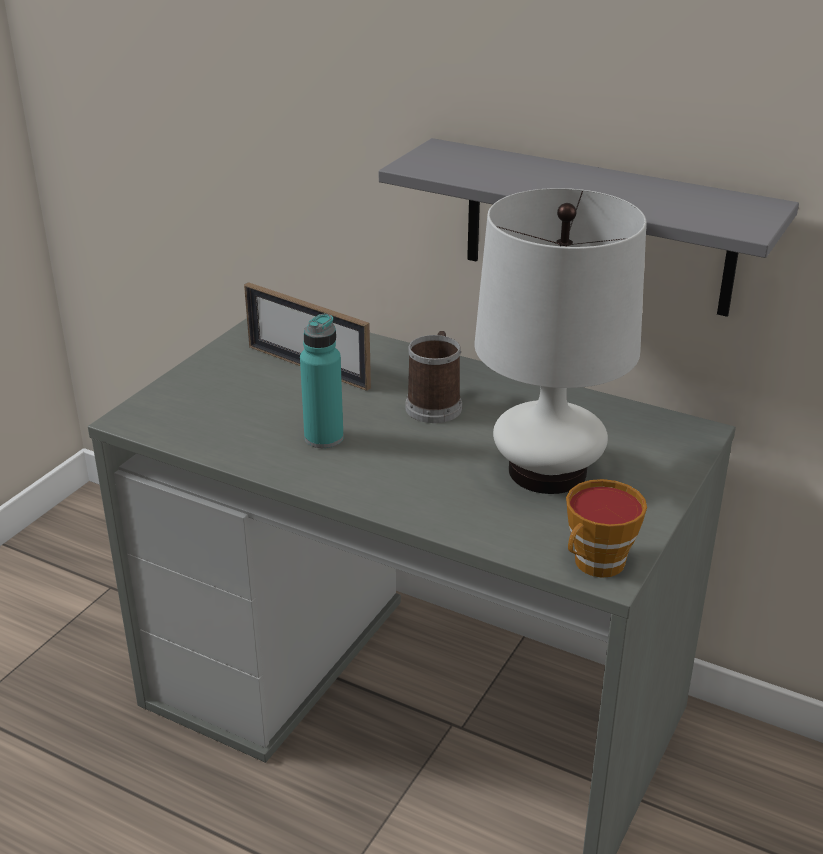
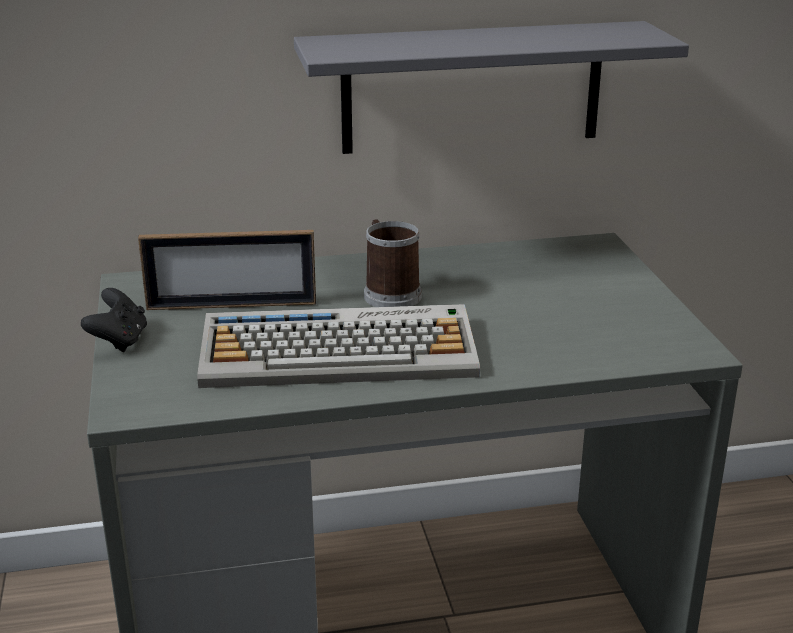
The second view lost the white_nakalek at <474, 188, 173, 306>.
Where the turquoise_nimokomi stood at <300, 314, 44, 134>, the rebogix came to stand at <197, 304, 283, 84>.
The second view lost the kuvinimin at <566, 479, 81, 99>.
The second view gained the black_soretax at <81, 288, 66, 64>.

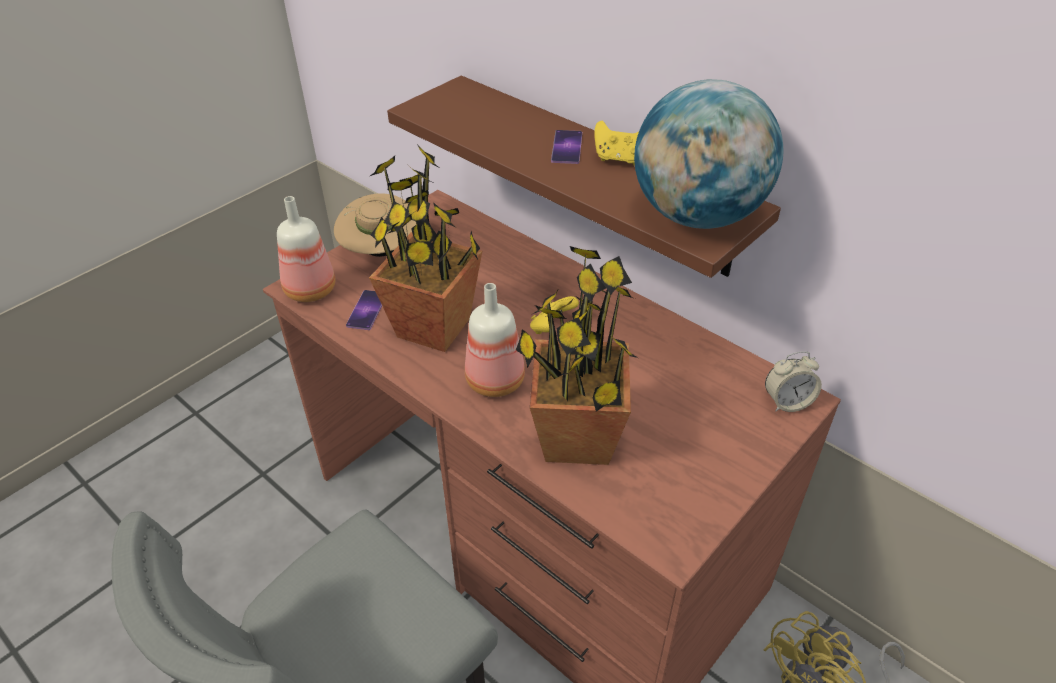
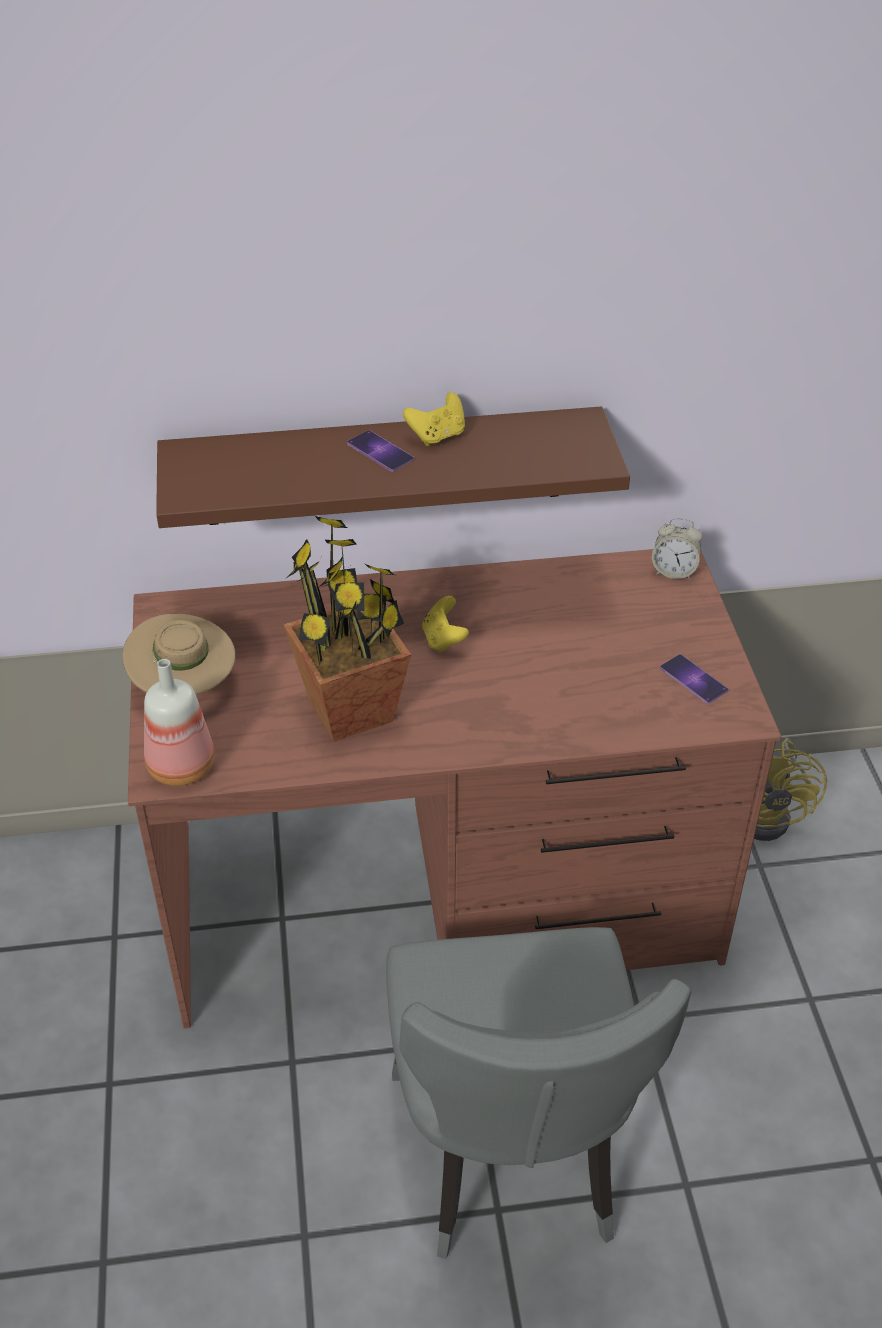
The second view lost the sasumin at <634, 79, 149, 150>.
The second view lost the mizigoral at <516, 246, 122, 219>.
The second view lost the nimokomi at <465, 283, 60, 114>.
The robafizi ended up elsewhere, having gone from <346, 290, 36, 40> to <660, 654, 69, 50>.
The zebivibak at <765, 351, 57, 61> ended up facing another way, 75 degrees clockwise from before.

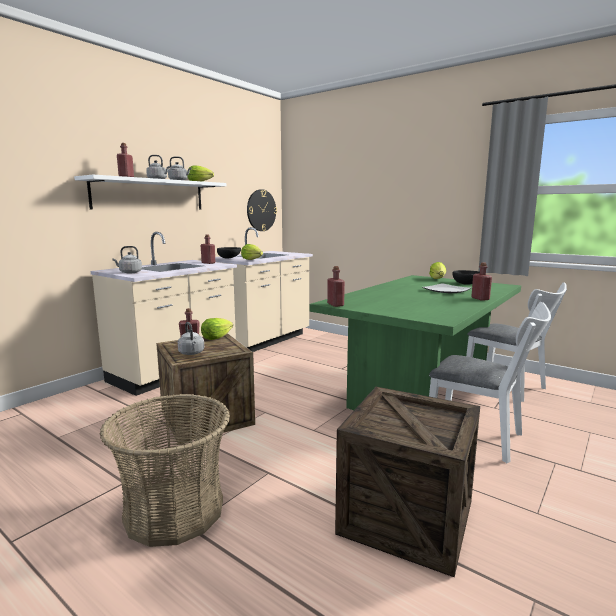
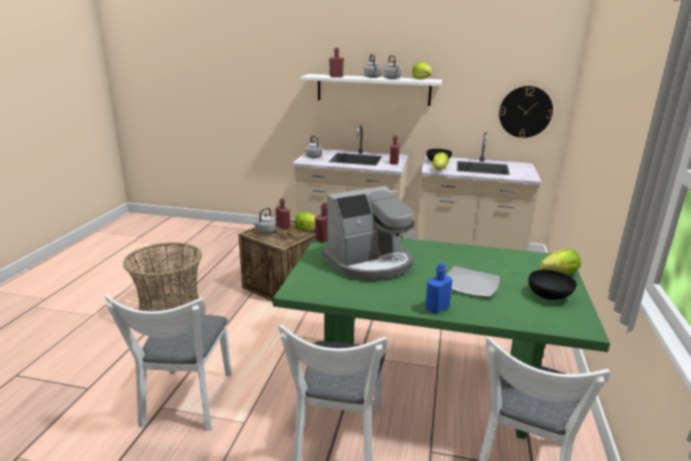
What was the red_nimokomi at <471, 262, 21, 39> turned into the blue_nimokomi at <425, 263, 28, 51>.
Where the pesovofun stood at <335, 387, 145, 190>, the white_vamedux came to stand at <104, 295, 128, 136>.
The second view gained the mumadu at <322, 186, 92, 94>.

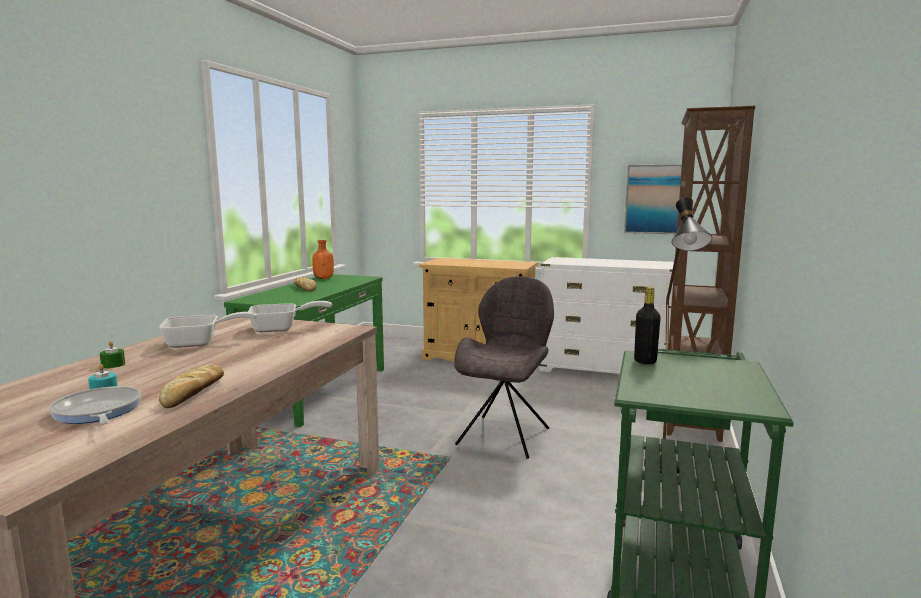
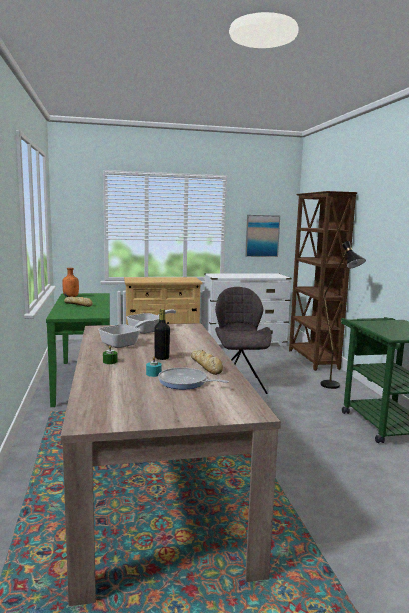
The black_nimokomi ended up elsewhere, having gone from <634, 287, 27, 77> to <154, 309, 16, 51>.

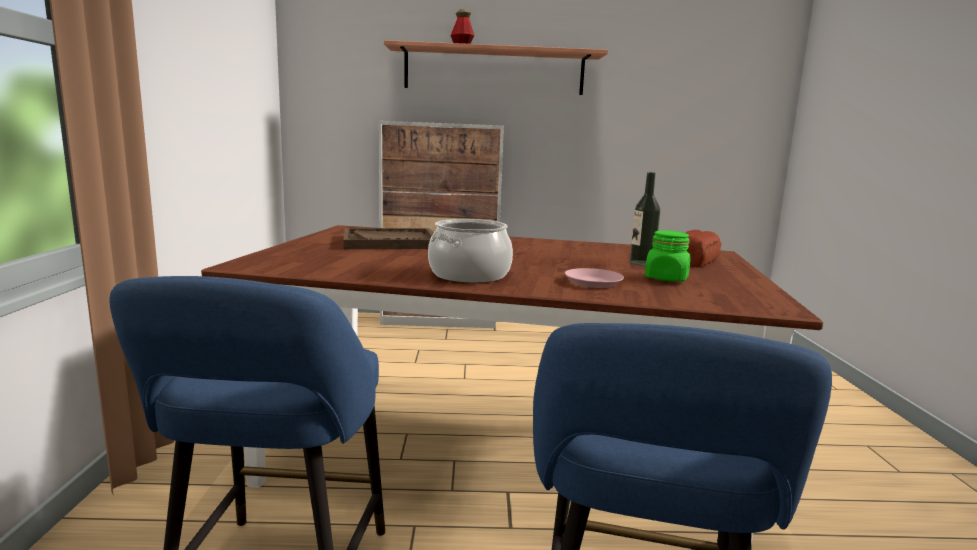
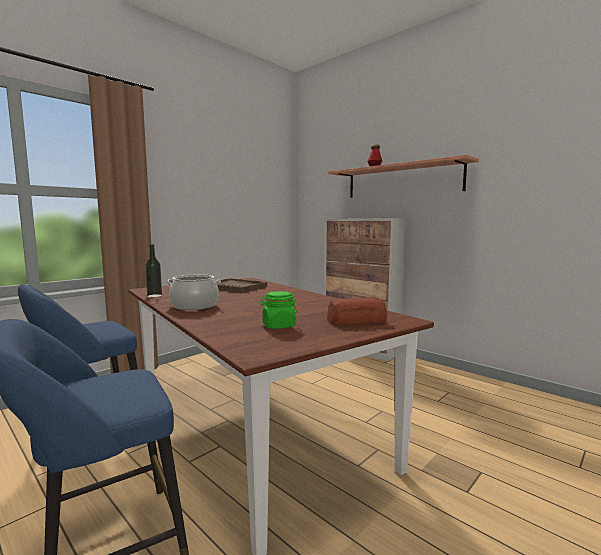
The nimokomi ended up elsewhere, having gone from <630, 172, 30, 94> to <145, 244, 17, 53>.
The second view lost the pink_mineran at <565, 268, 59, 20>.

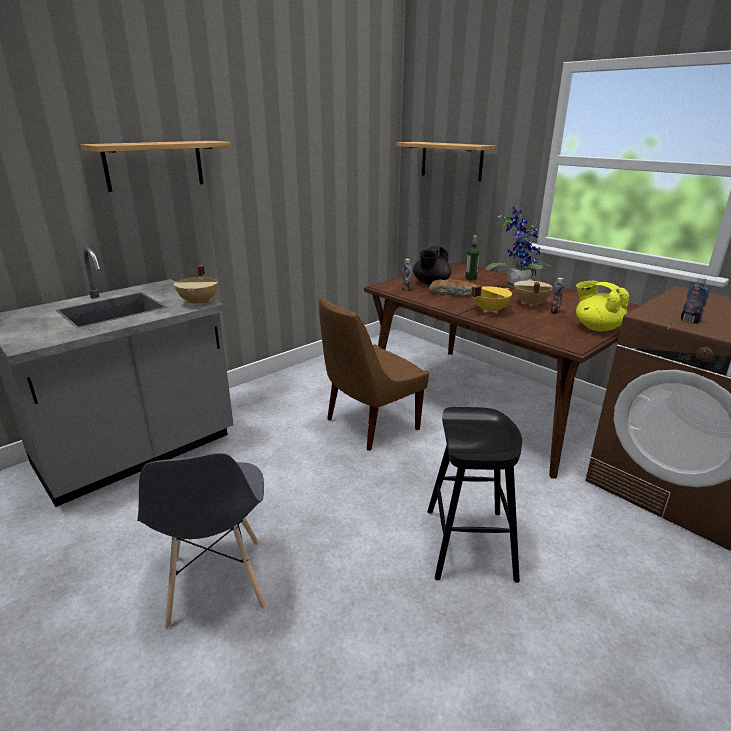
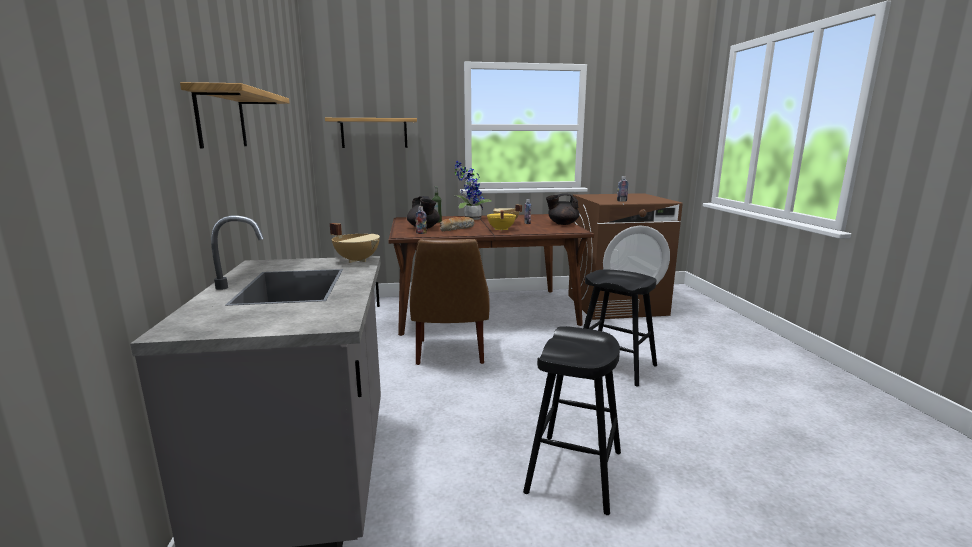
What was the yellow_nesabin at <576, 281, 53, 51> turned into the black_nesabin at <546, 194, 34, 31>.
Where the grey_vamedux stood at <137, 453, 129, 176>, the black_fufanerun came to stand at <523, 326, 98, 189>.

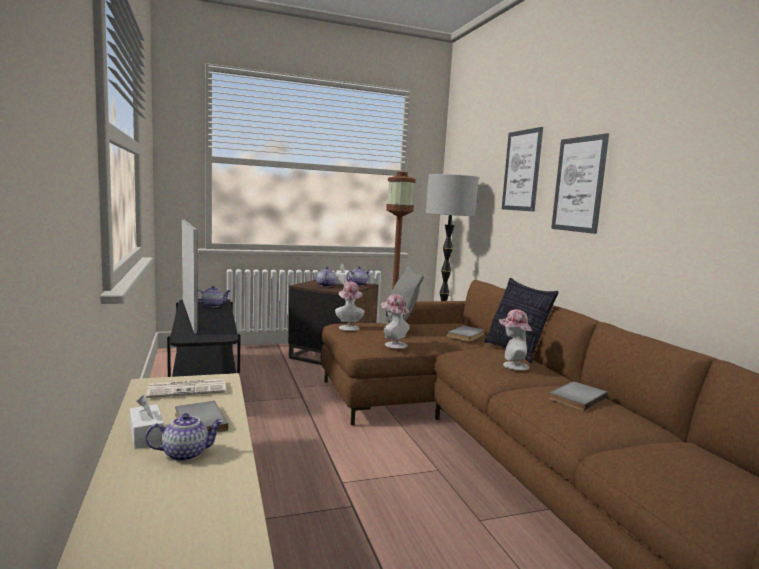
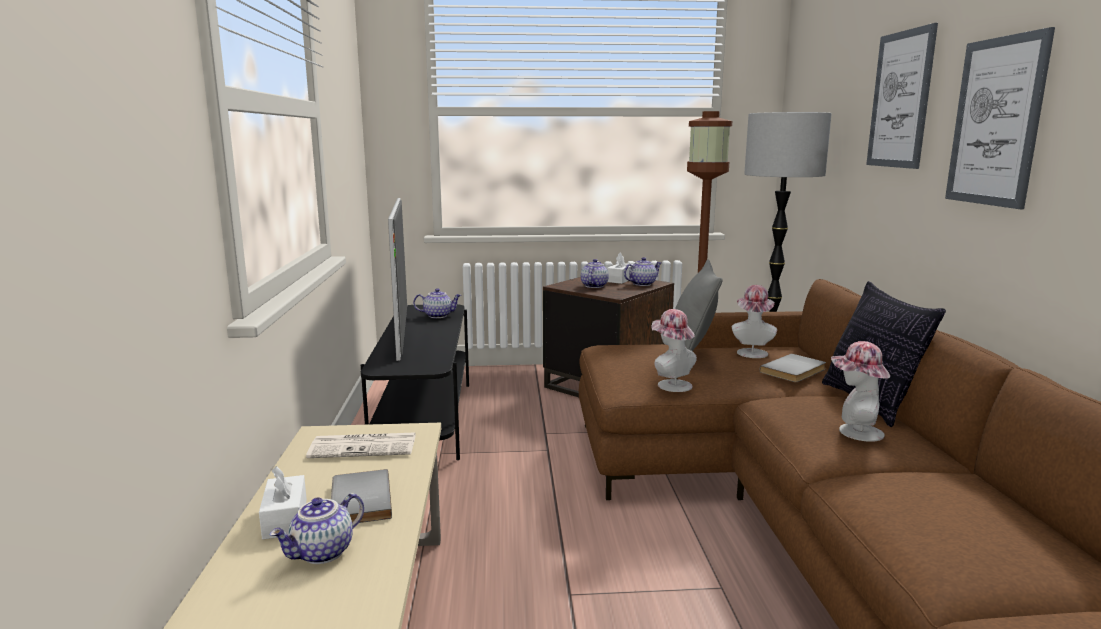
The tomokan ended up elsewhere, having gone from <335, 282, 30, 49> to <732, 285, 45, 73>.
The second view lost the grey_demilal at <549, 382, 59, 29>.
The nesabin at <145, 413, 79, 48> ended up facing another way, 135 degrees clockwise from before.

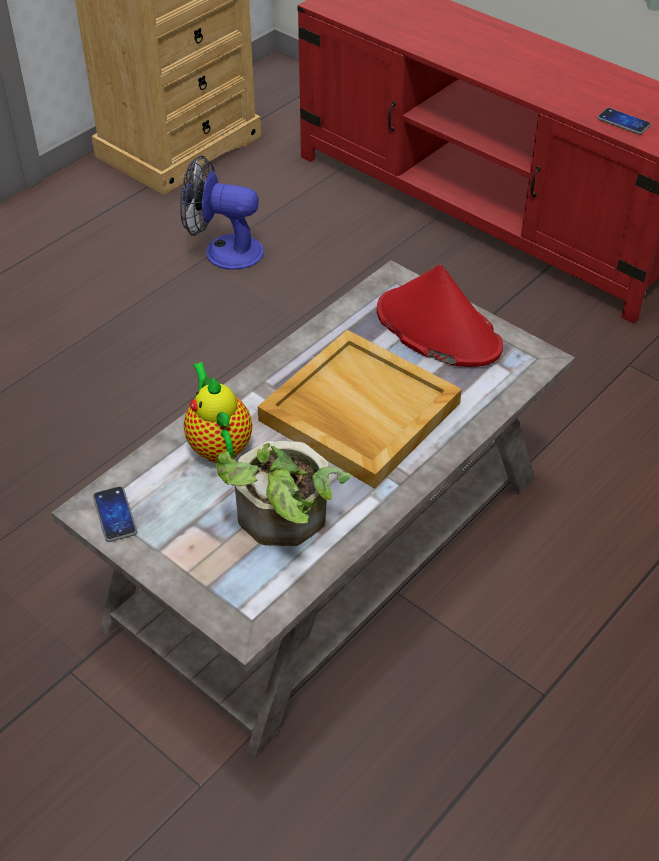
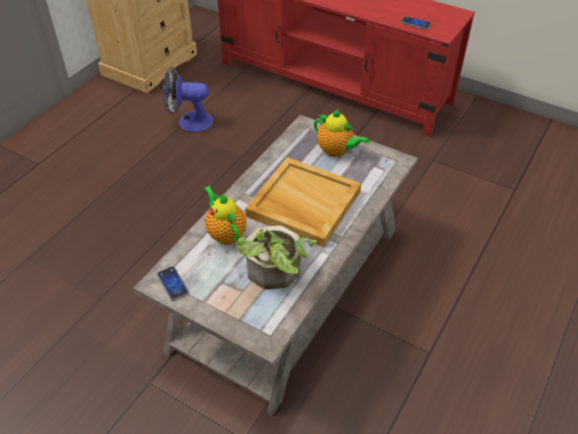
Where the red_tomokan stood at <377, 265, 126, 102>, the nesabin came to stand at <314, 110, 56, 47>.

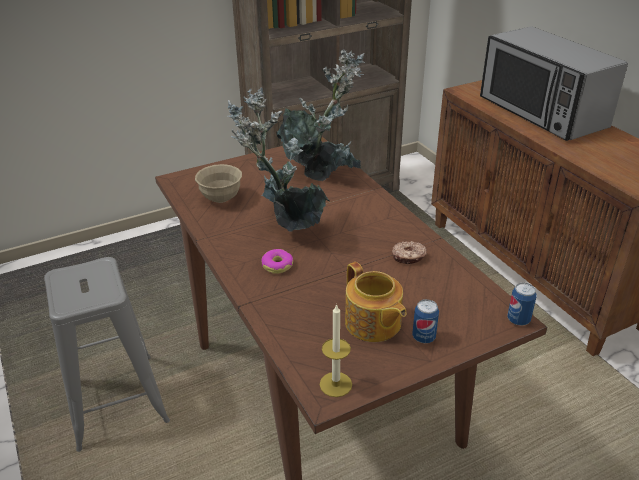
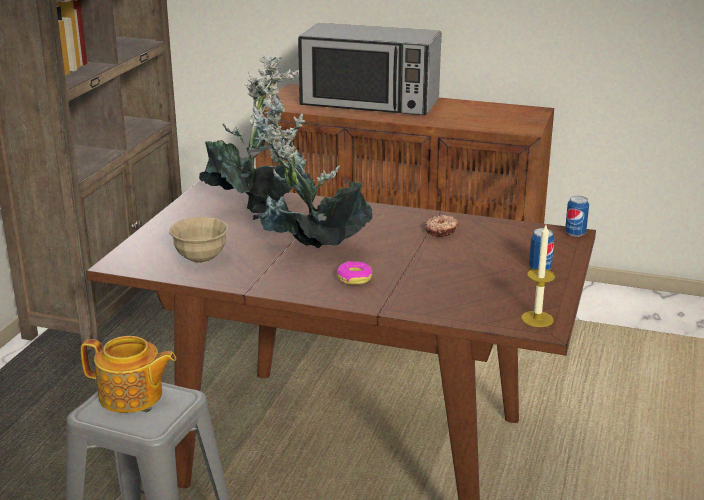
The nesabin ended up elsewhere, having gone from <345, 262, 62, 80> to <81, 336, 95, 77>.

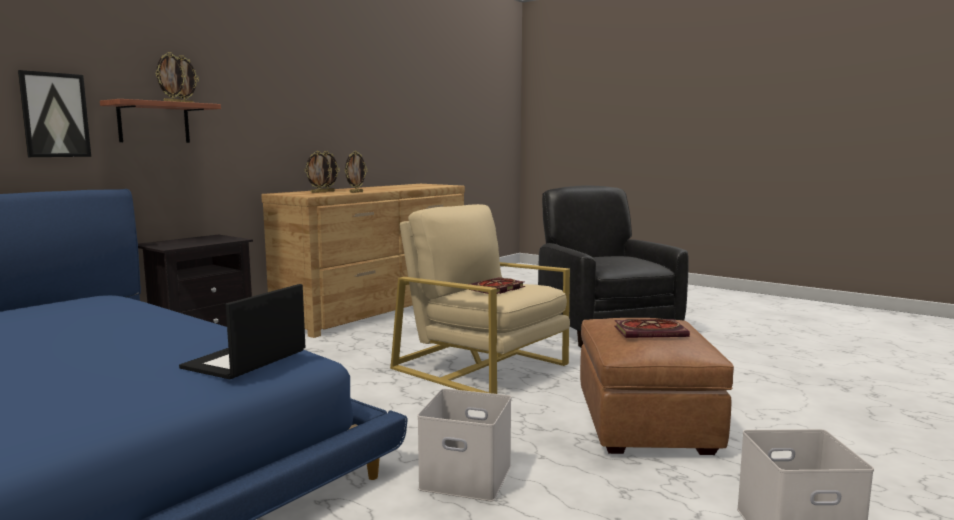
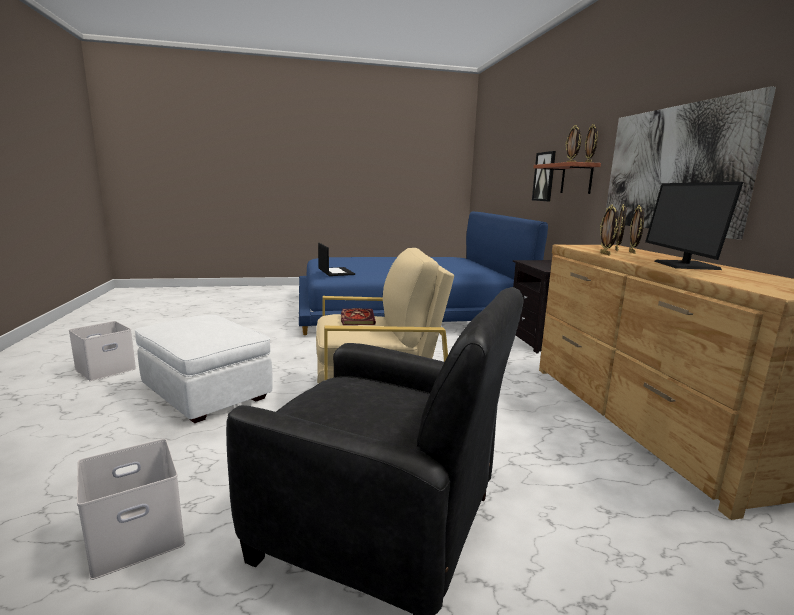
What was the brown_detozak at <580, 318, 154, 137> turned into the white_detozak at <135, 314, 138, 109>.
The second view lost the demilal at <614, 319, 76, 19>.
The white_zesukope ended up elsewhere, having gone from <417, 389, 95, 112> to <77, 439, 108, 141>.
The second view gained the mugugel at <605, 86, 171, 154>.
The second view gained the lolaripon at <645, 182, 98, 88>.

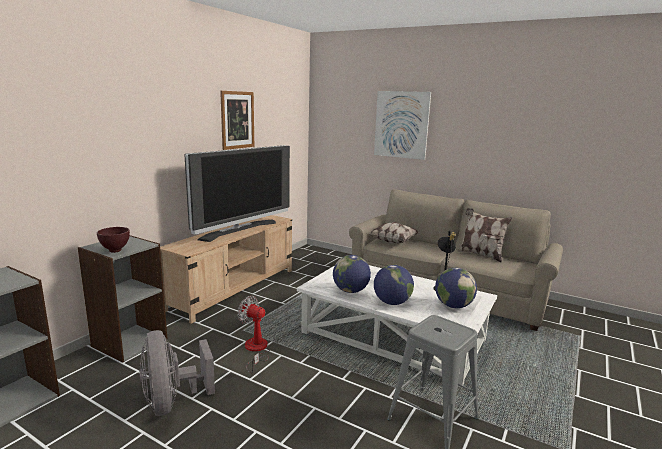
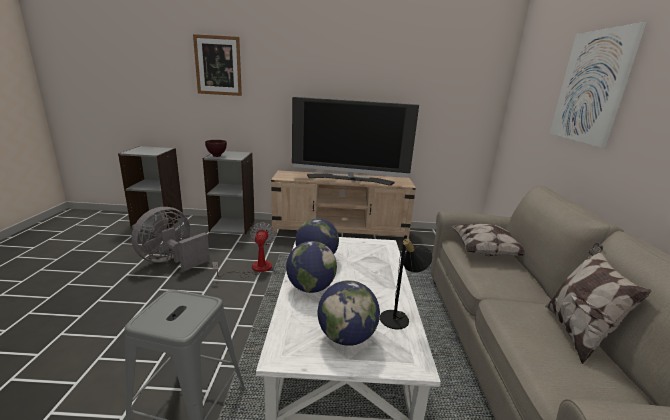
The mugugel ended up elsewhere, having gone from <220, 91, 34, 59> to <193, 34, 49, 62>.

